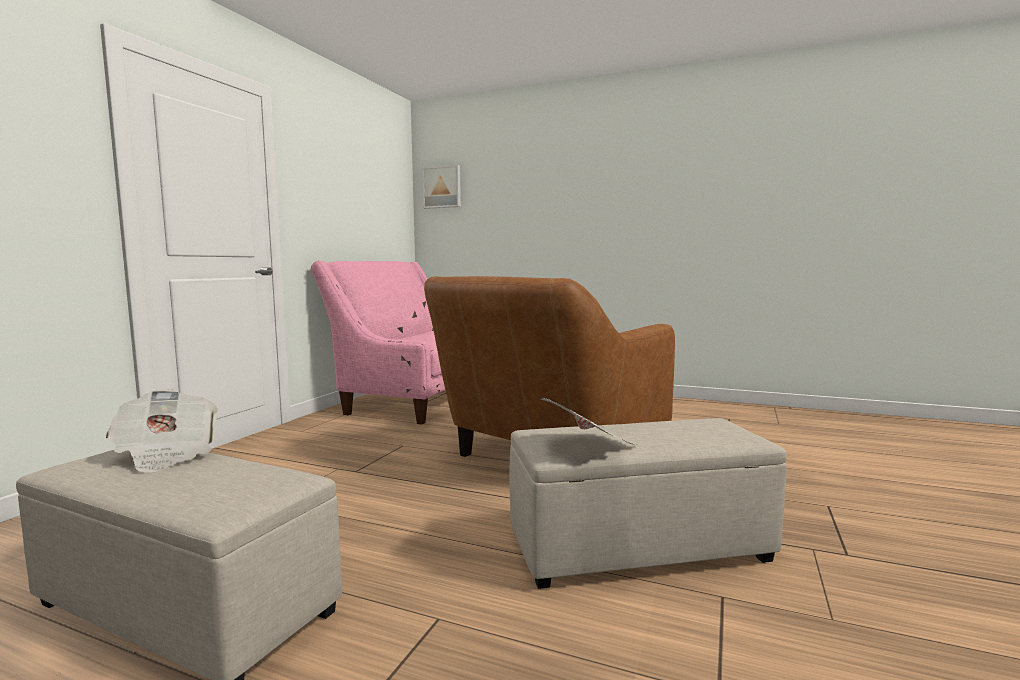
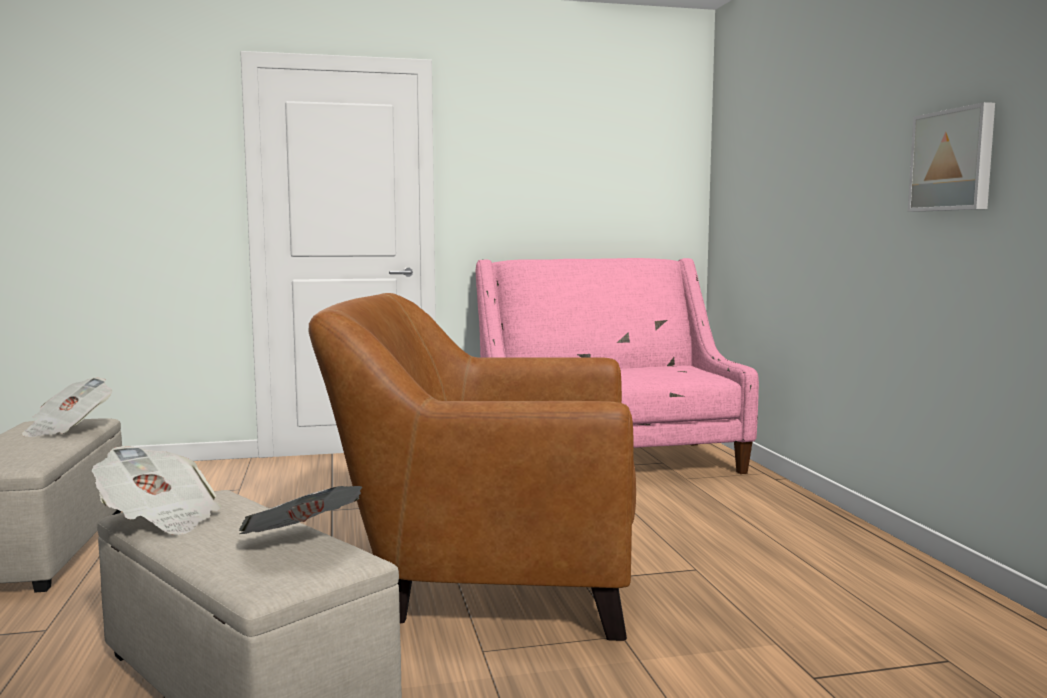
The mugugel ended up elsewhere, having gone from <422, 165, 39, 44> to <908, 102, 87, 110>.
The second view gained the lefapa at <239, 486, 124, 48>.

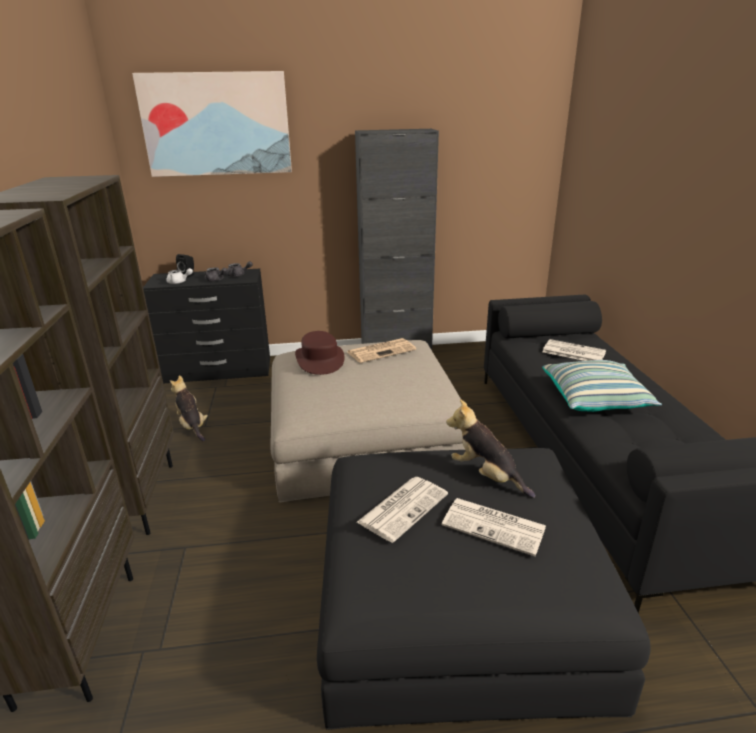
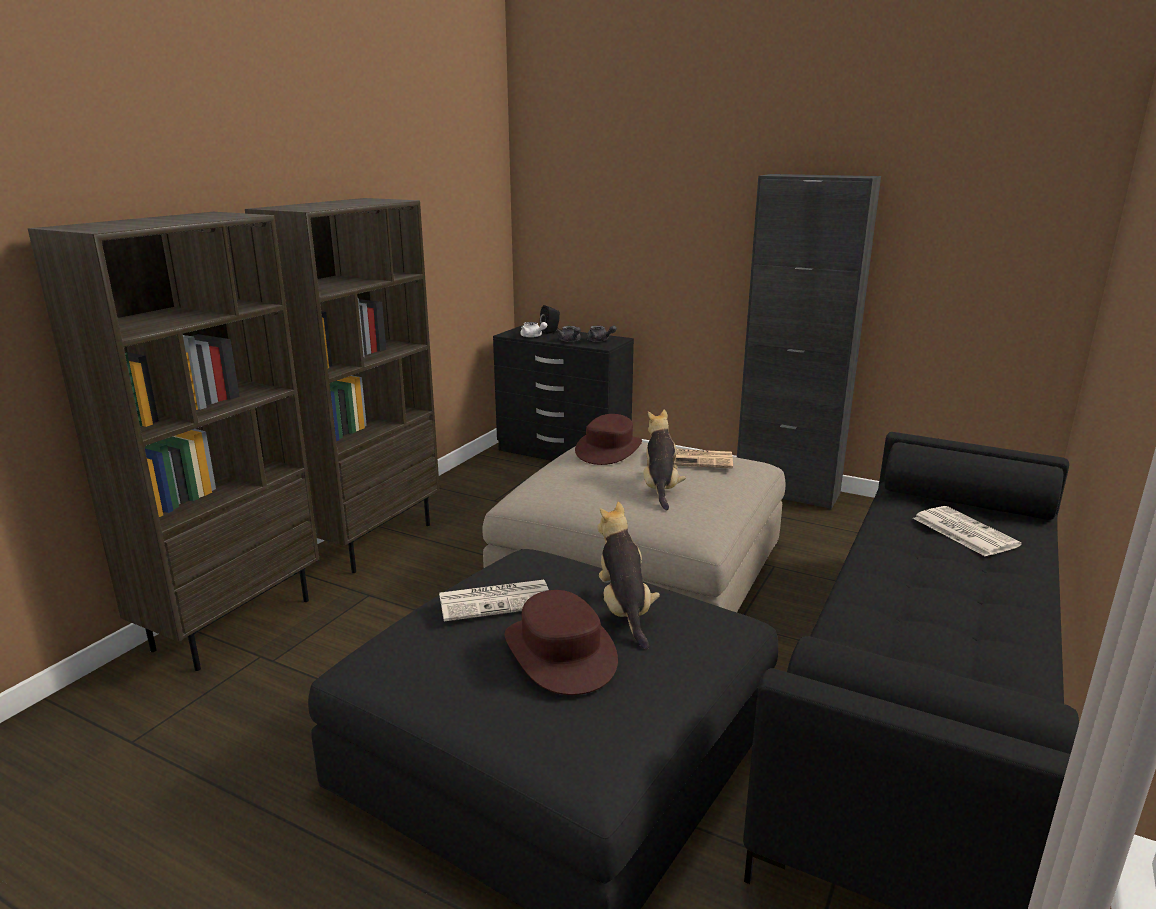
The second view lost the mugugel at <132, 71, 160, 106>.
The second view lost the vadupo at <542, 360, 120, 52>.
The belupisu ended up elsewhere, having gone from <170, 375, 38, 67> to <643, 410, 43, 100>.
Where the lefapa stood at <441, 498, 105, 58>, the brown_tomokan came to stand at <505, 590, 113, 105>.

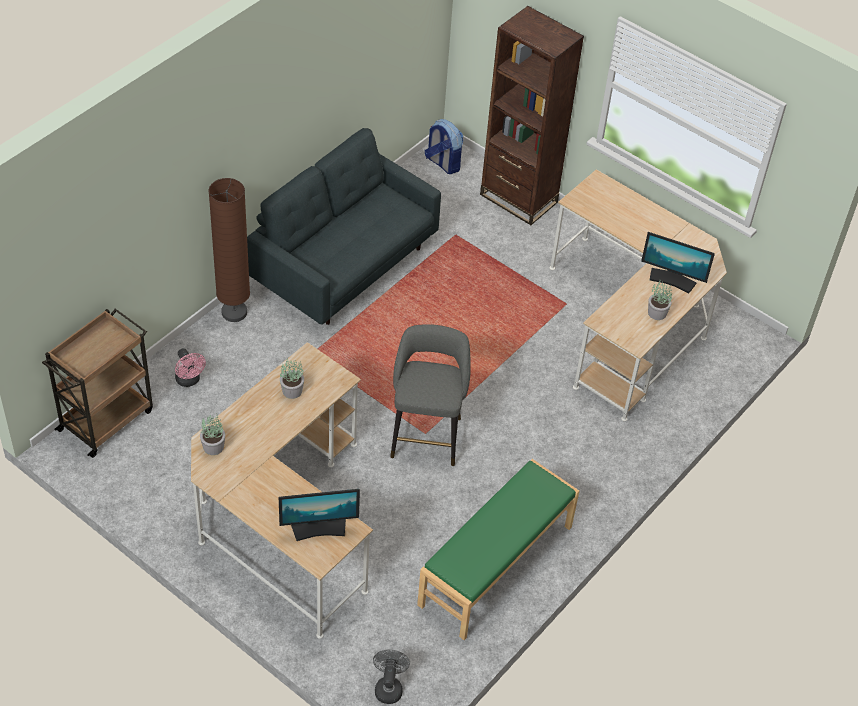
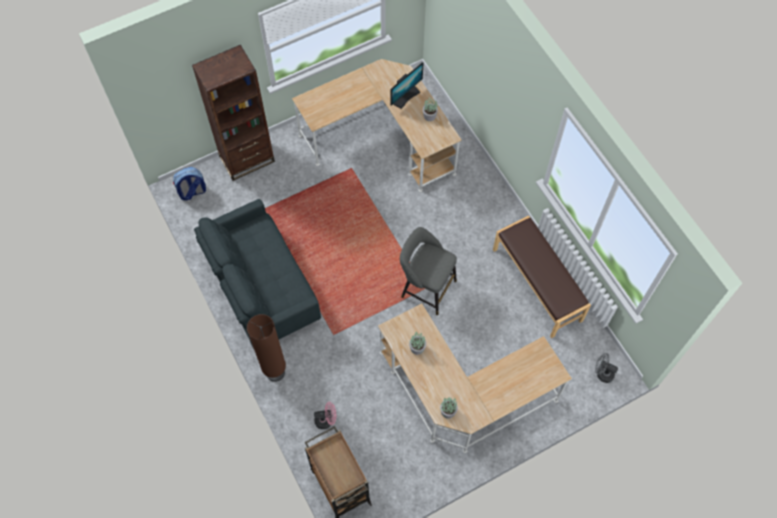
What was the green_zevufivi at <417, 459, 162, 181> turned into the brown_zevufivi at <493, 216, 98, 122>.
The second view lost the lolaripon at <279, 489, 81, 52>.

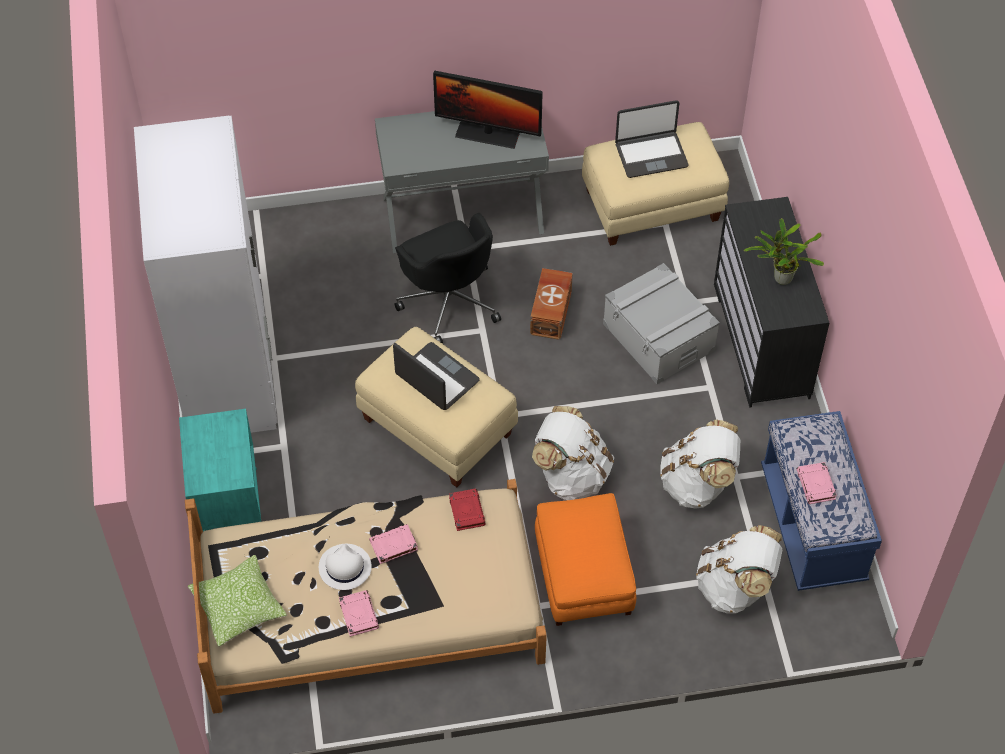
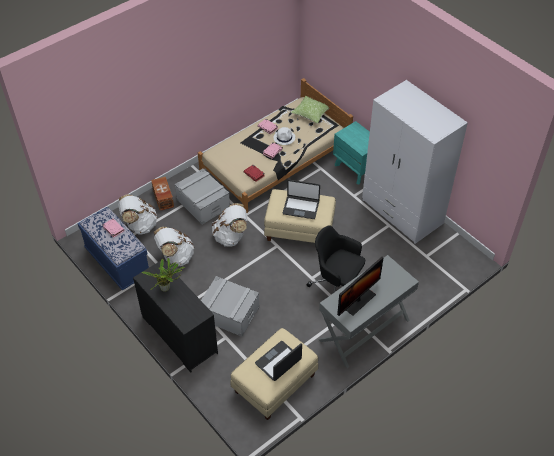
The lolaripon at <433, 71, 110, 78> ended up facing another way, 150 degrees clockwise from before.
The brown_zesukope ended up elsewhere, having gone from <530, 268, 43, 72> to <151, 177, 23, 34>.
Where the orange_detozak stood at <535, 493, 101, 133>, the grey_zesukope came to stand at <175, 168, 55, 57>.

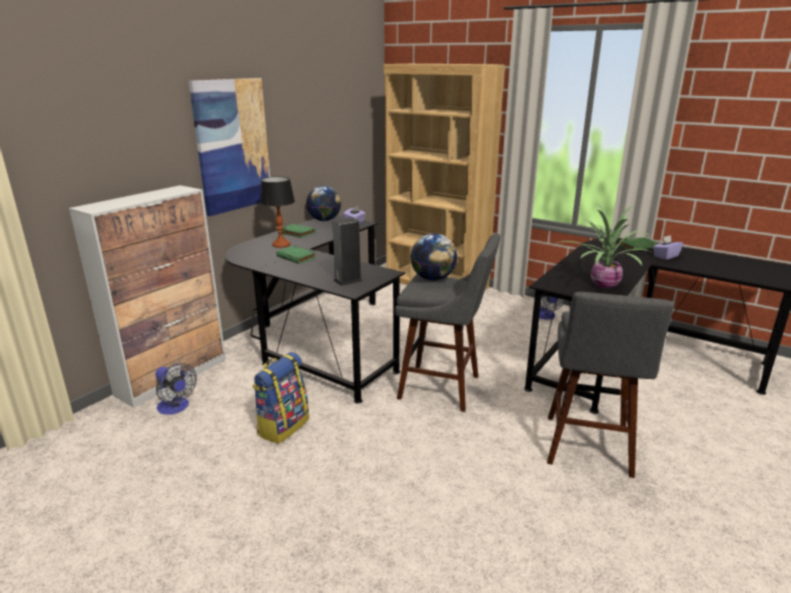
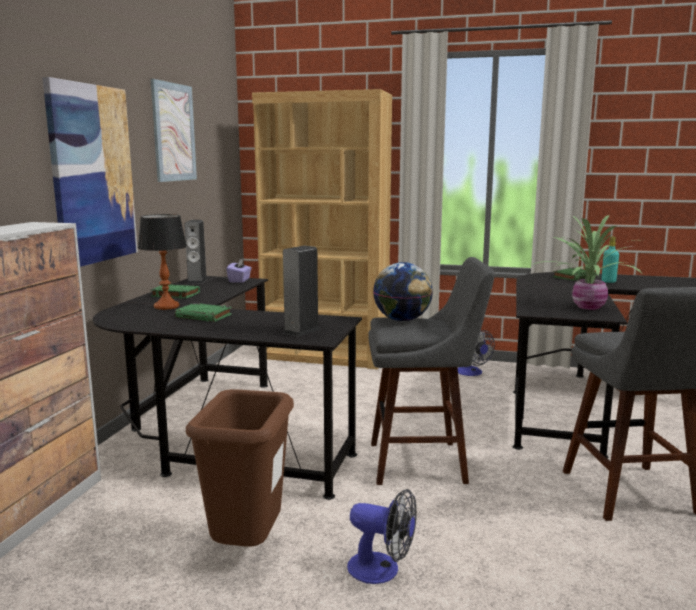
Where the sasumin stood at <306, 186, 35, 35>, the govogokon came to stand at <185, 220, 23, 64>.
Where the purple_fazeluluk stood at <653, 235, 30, 25>, the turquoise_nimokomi came to stand at <602, 237, 17, 46>.
Where the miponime stood at <253, 352, 56, 92>, the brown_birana came to stand at <186, 389, 108, 158>.
The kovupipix ended up elsewhere, having gone from <155, 363, 42, 52> to <347, 489, 70, 95>.
The second view gained the mugugel at <151, 79, 46, 103>.

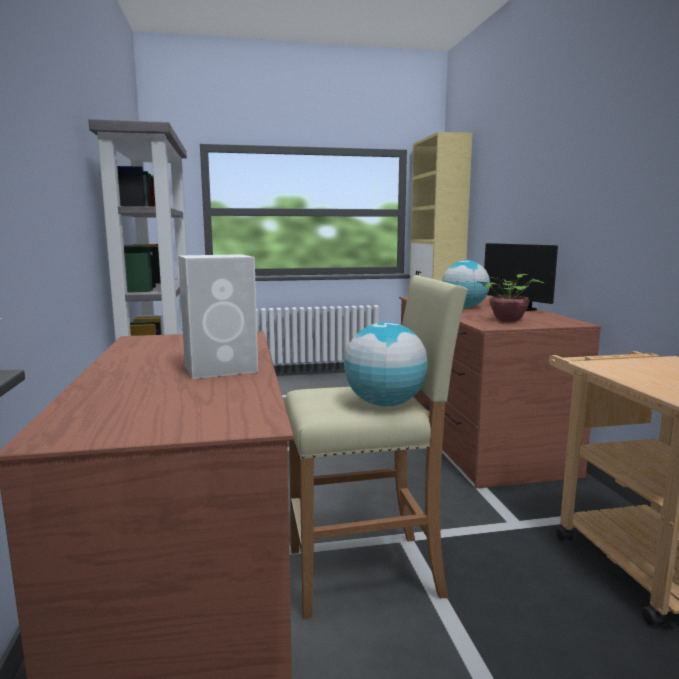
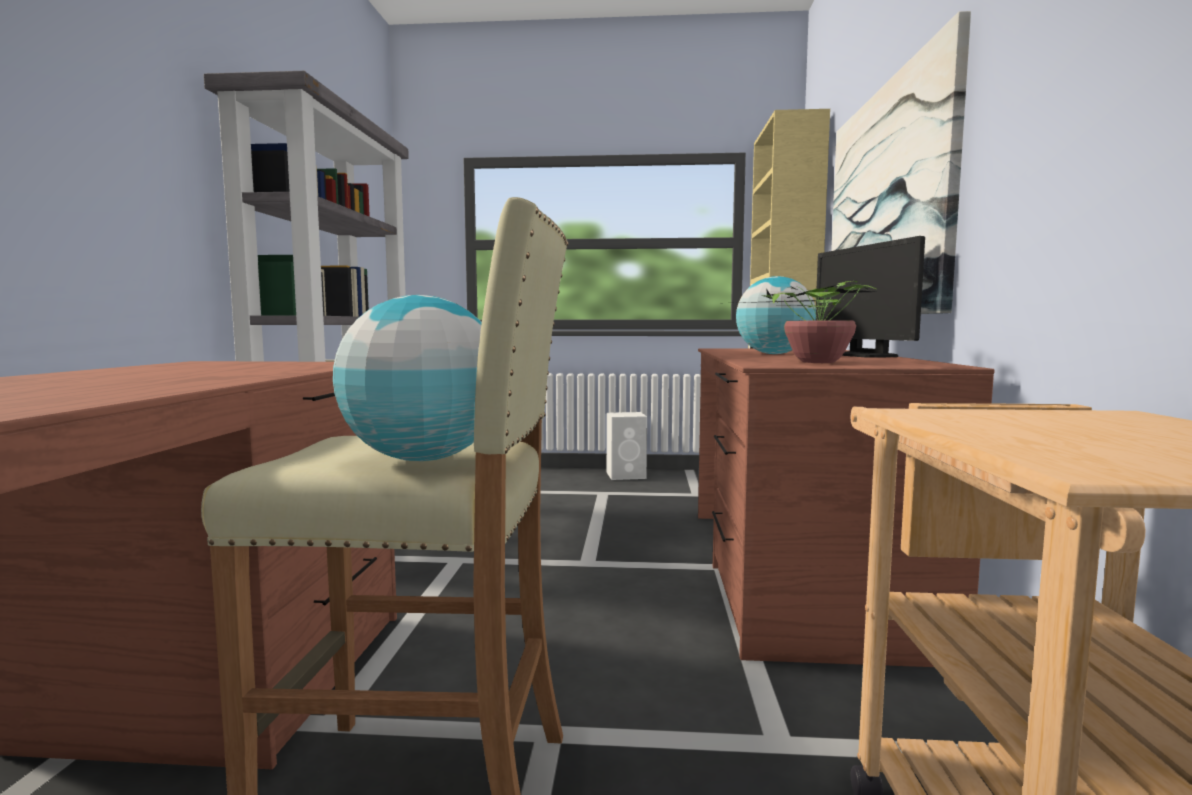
The white_govogokon ended up elsewhere, having gone from <178, 254, 80, 125> to <607, 412, 40, 68>.
The second view gained the mugugel at <831, 11, 140, 303>.

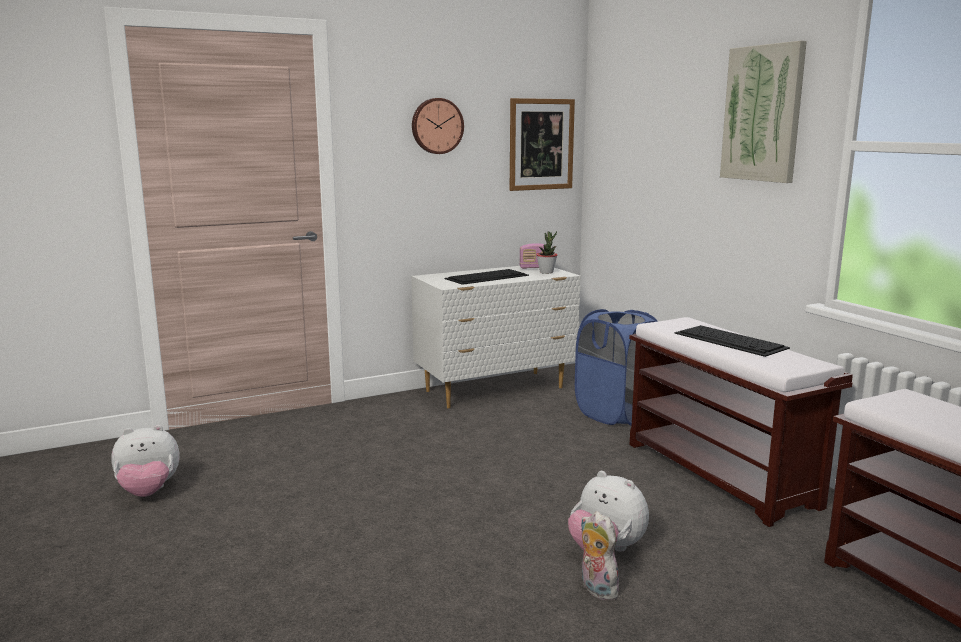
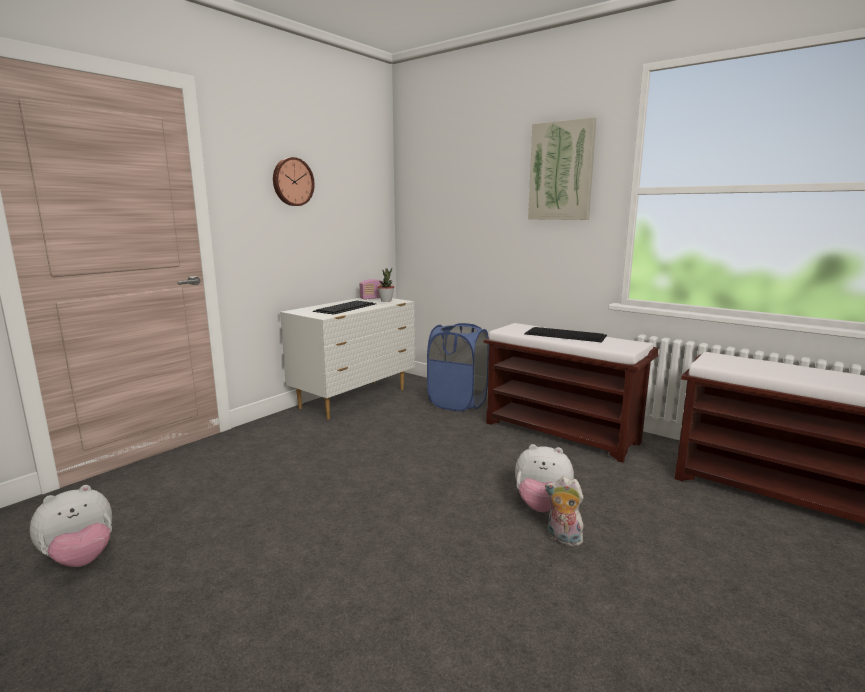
The second view lost the mugugel at <510, 98, 65, 93>.

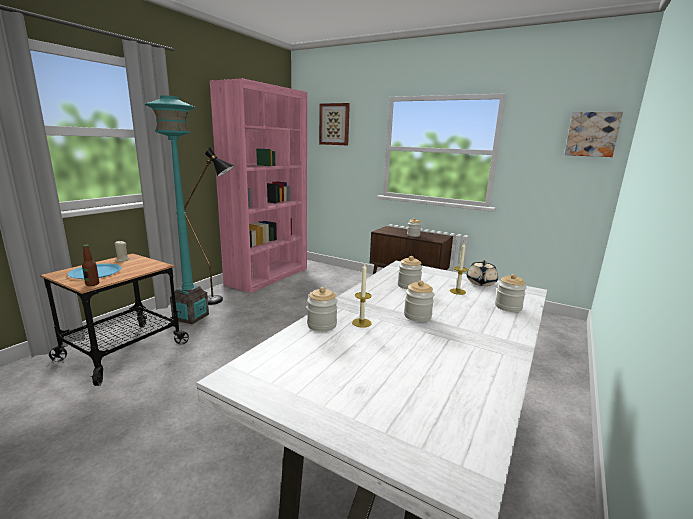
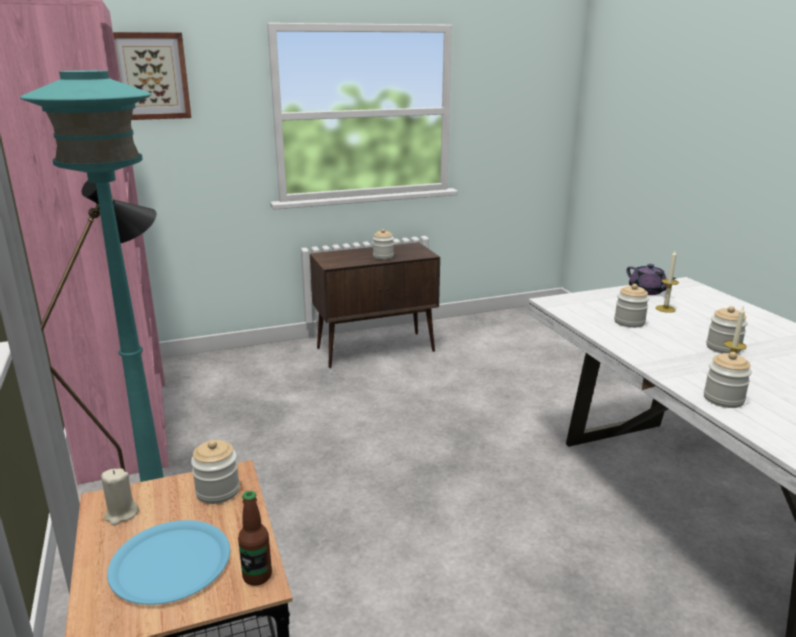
The second view lost the mugugel at <564, 112, 59, 45>.
What was the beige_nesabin at <467, 260, 31, 26> turned into the purple_nesabin at <627, 264, 50, 31>.
The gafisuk ended up elsewhere, having gone from <495, 274, 32, 38> to <191, 440, 49, 64>.

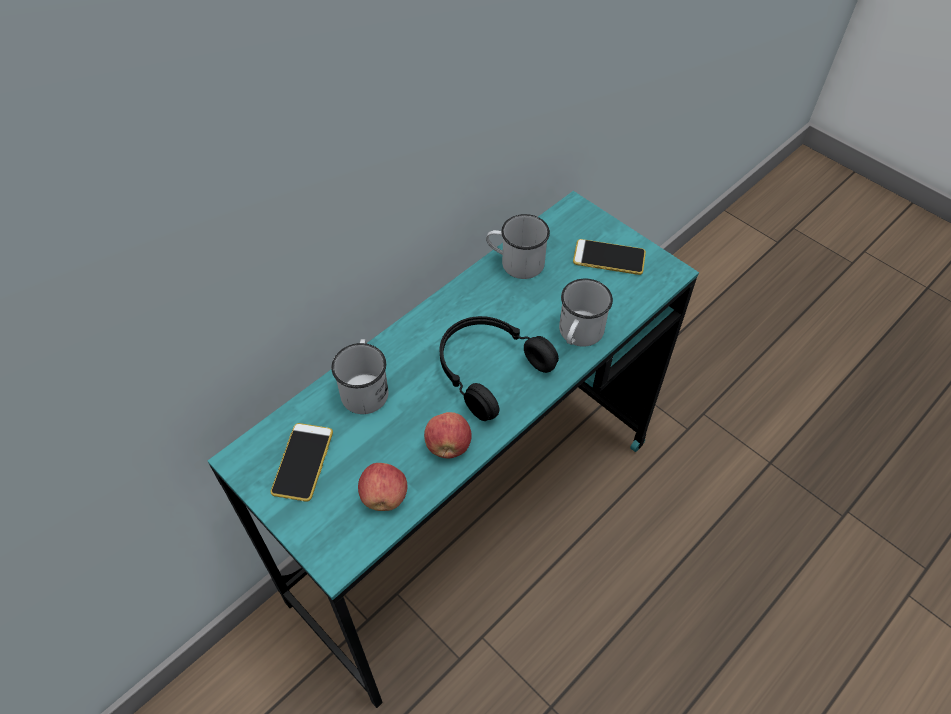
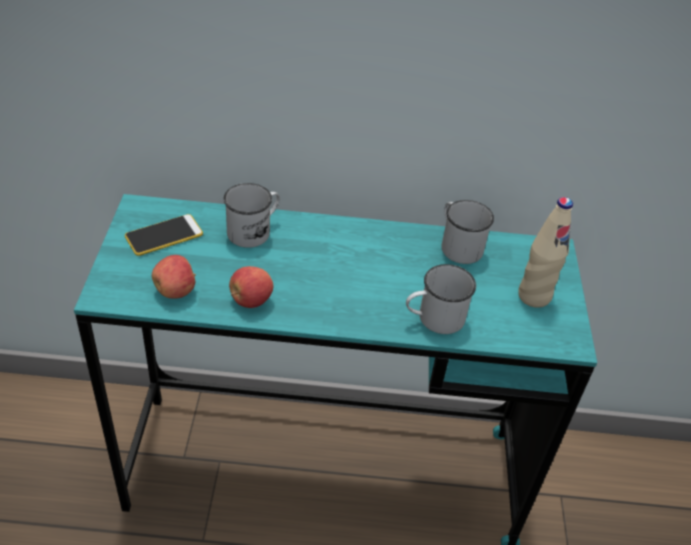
Where the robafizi stood at <573, 239, 73, 36>, the beige_nimokomi came to stand at <518, 197, 55, 111>.
The second view lost the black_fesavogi at <440, 316, 119, 105>.

